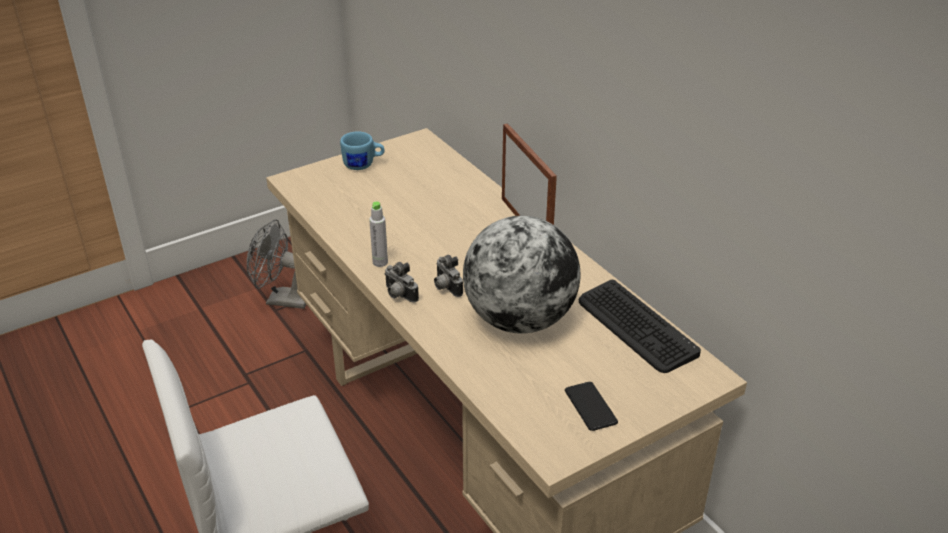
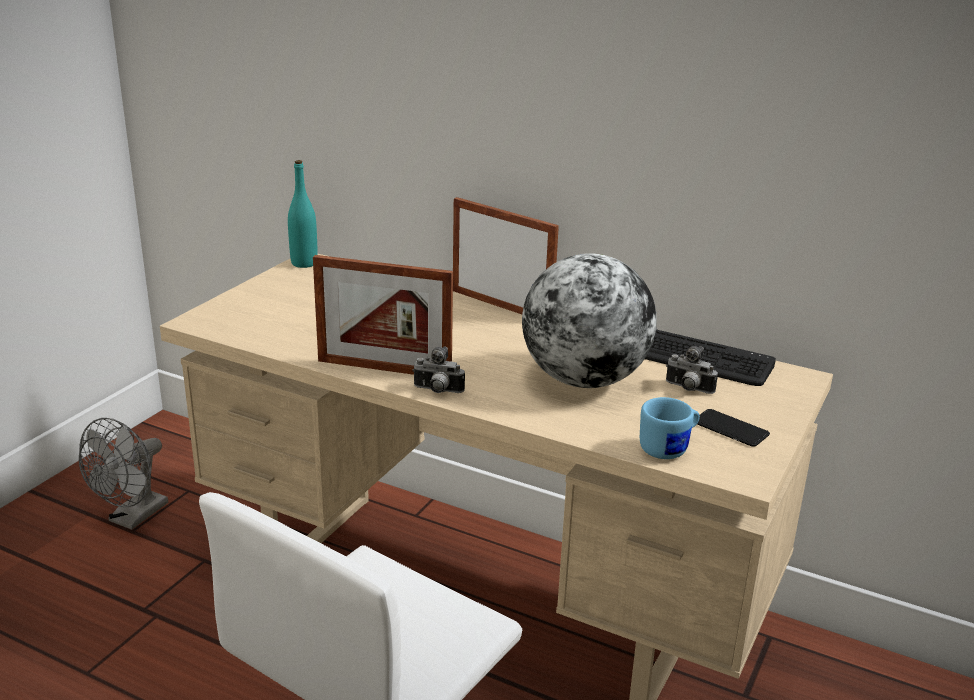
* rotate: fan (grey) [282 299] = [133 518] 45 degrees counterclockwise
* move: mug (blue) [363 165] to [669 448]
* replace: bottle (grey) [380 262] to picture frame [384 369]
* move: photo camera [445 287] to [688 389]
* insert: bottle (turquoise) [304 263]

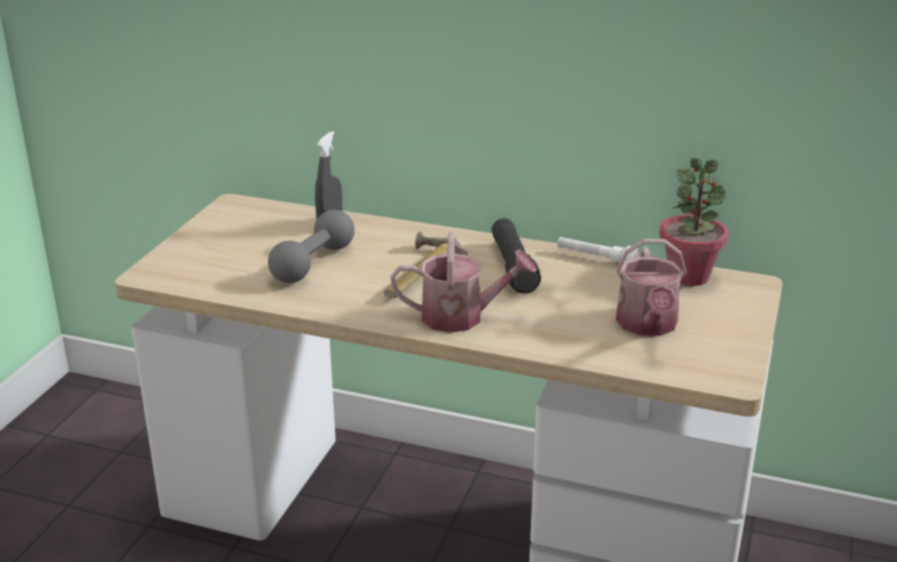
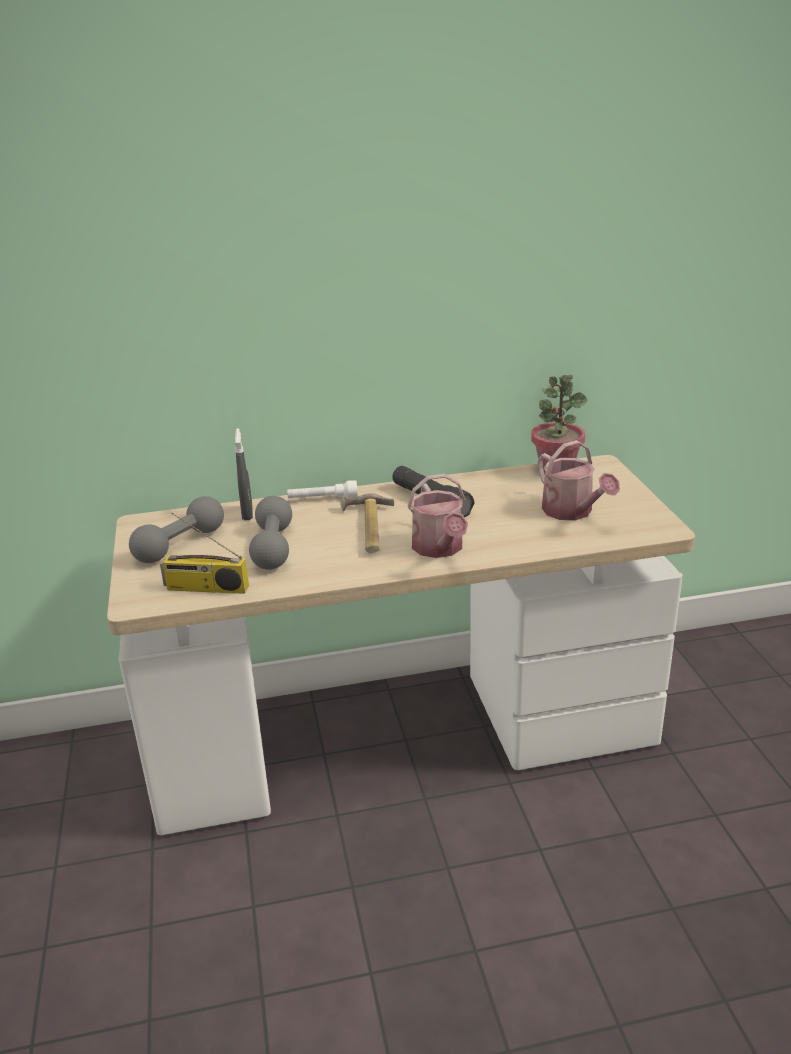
* rotate: watering can [461 316] = [439 549] 105 degrees clockwise
* move: flashlight (white) [596 258] to [322 499]
* insert: dumbbell (grey) [180 545]
* insert: radio [205 588]

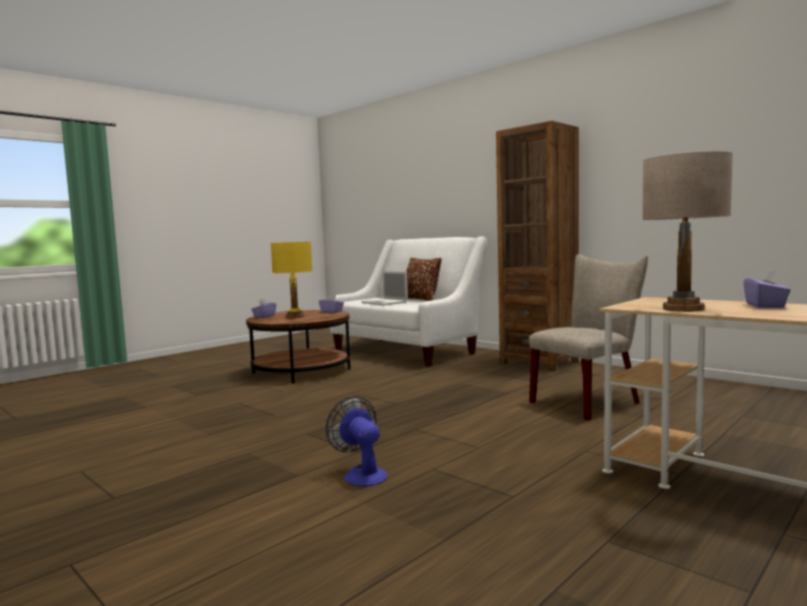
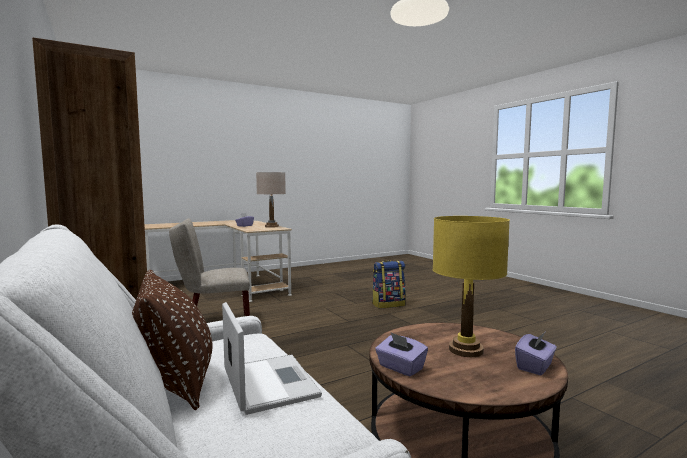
* replace: fan [361 474] to backpack [388 304]

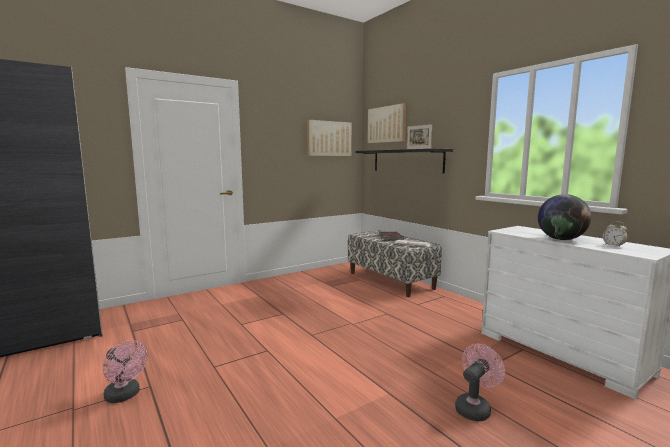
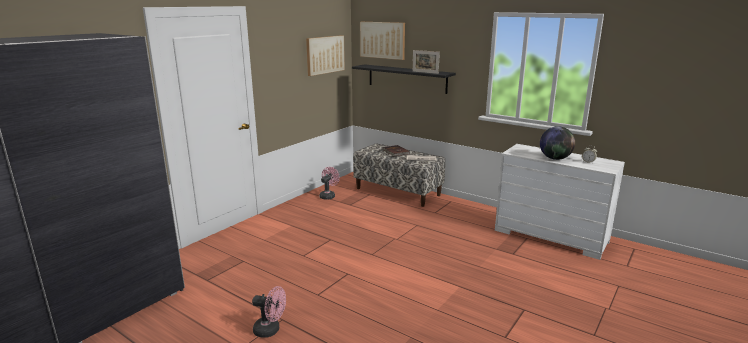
* move: fan (pink) [475 407] to [328 196]

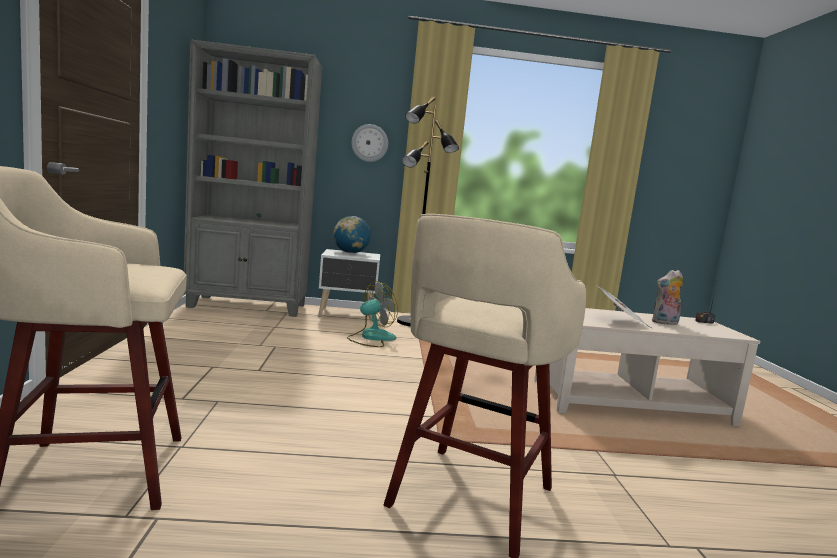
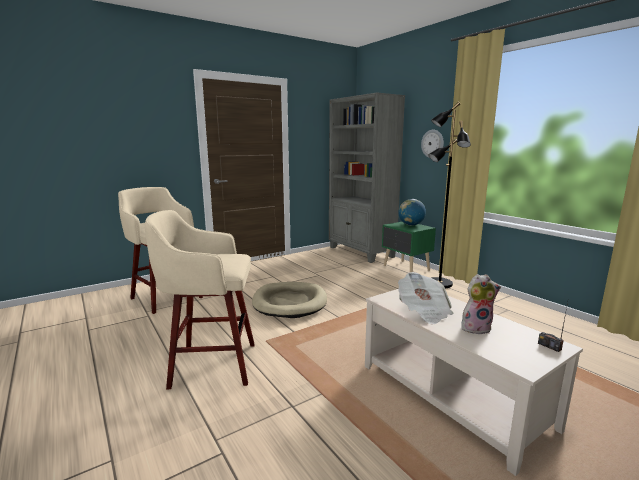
* recolor: nightstand (white) [347 314] to nightstand (green) [406 268]
* delete: fan [371 338]
* rotate: plush toy [665 323] = [476 328] 135 degrees clockwise
* insert: dog bed (beige) [290 302]

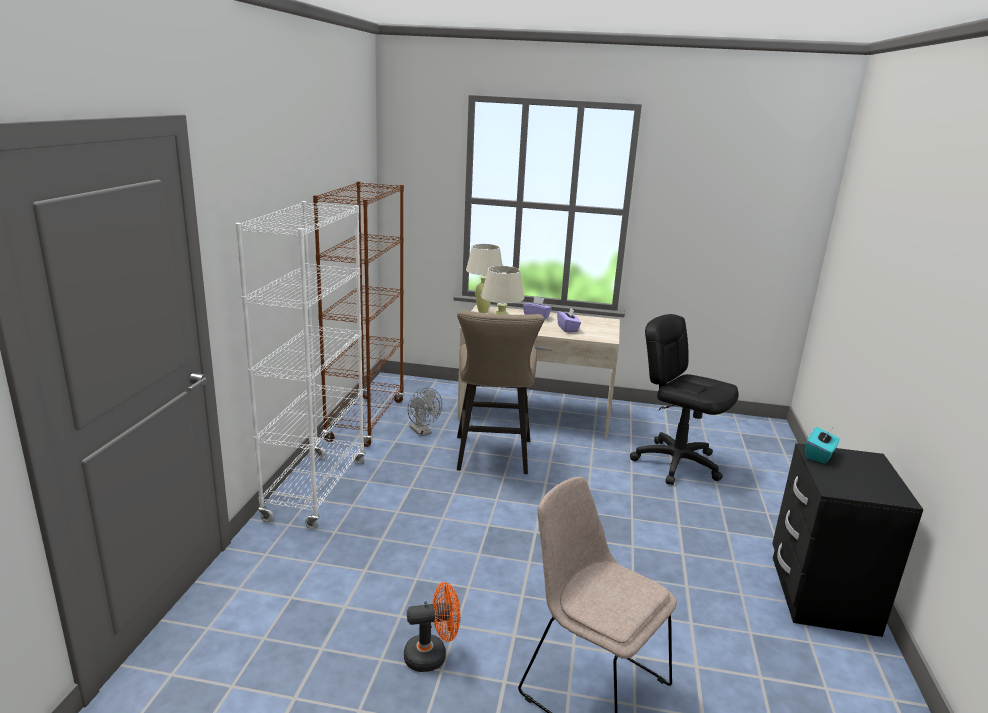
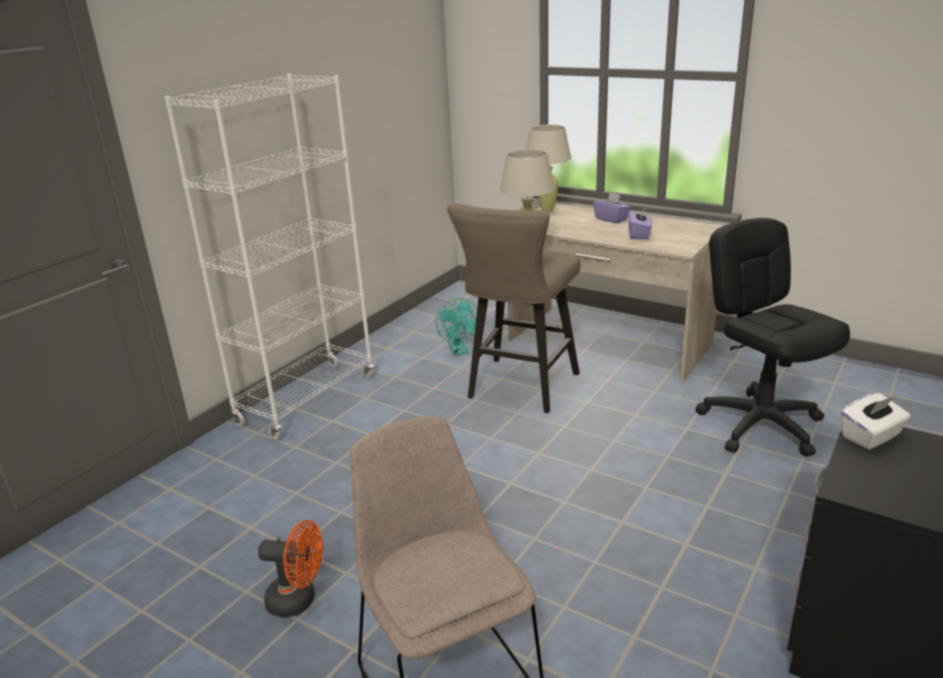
* delete: bookcase (brown) [365 420]
* recolor: fan (grey) [422 432] to fan (turquoise) [459 351]
* recolor: tissue box (turquoise) [819 455] to tissue box (white) [871 437]

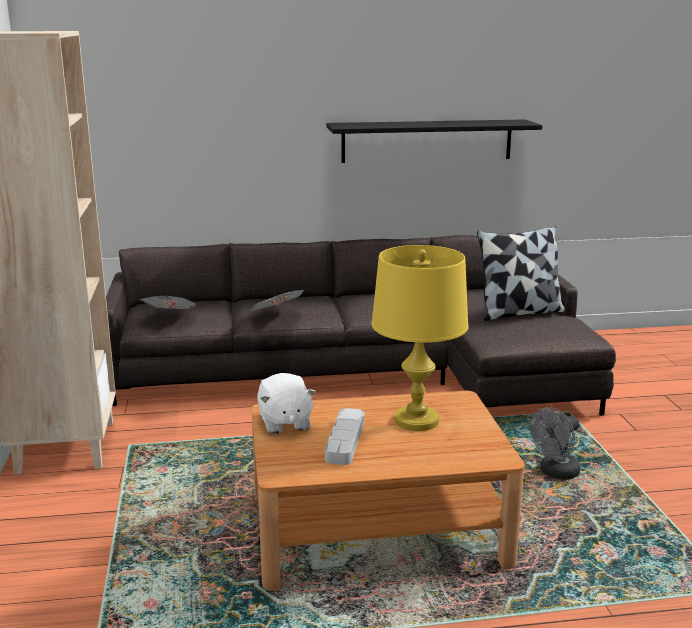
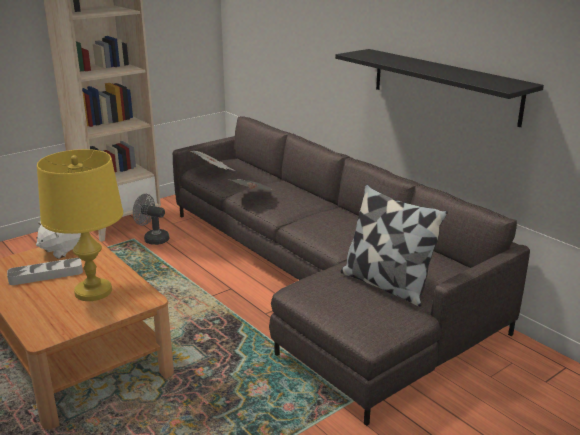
* move: fan (grey) [555 473] to [153 239]

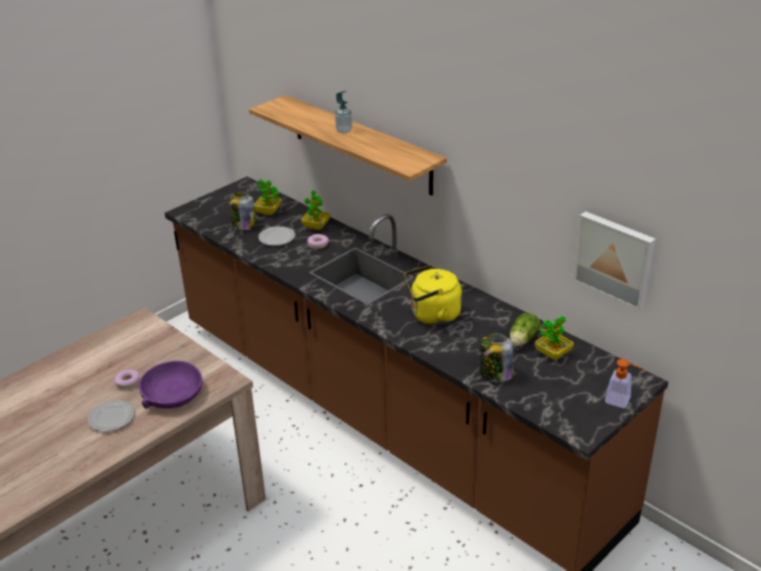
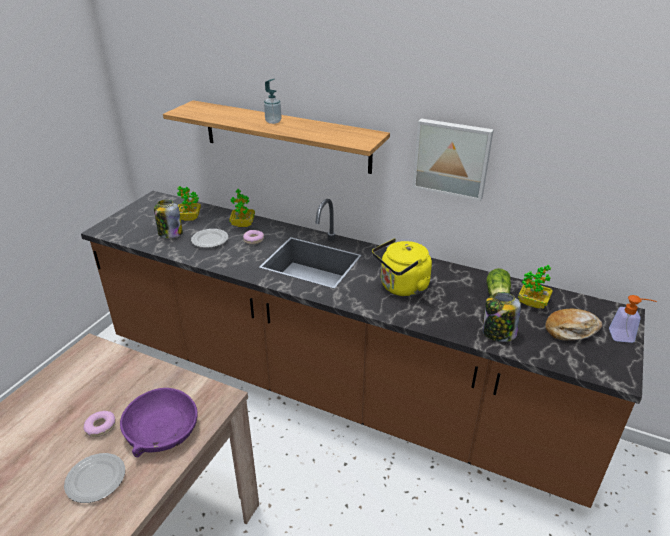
* move: picture [615 258] to [452 158]
* insert: bread [571 330]

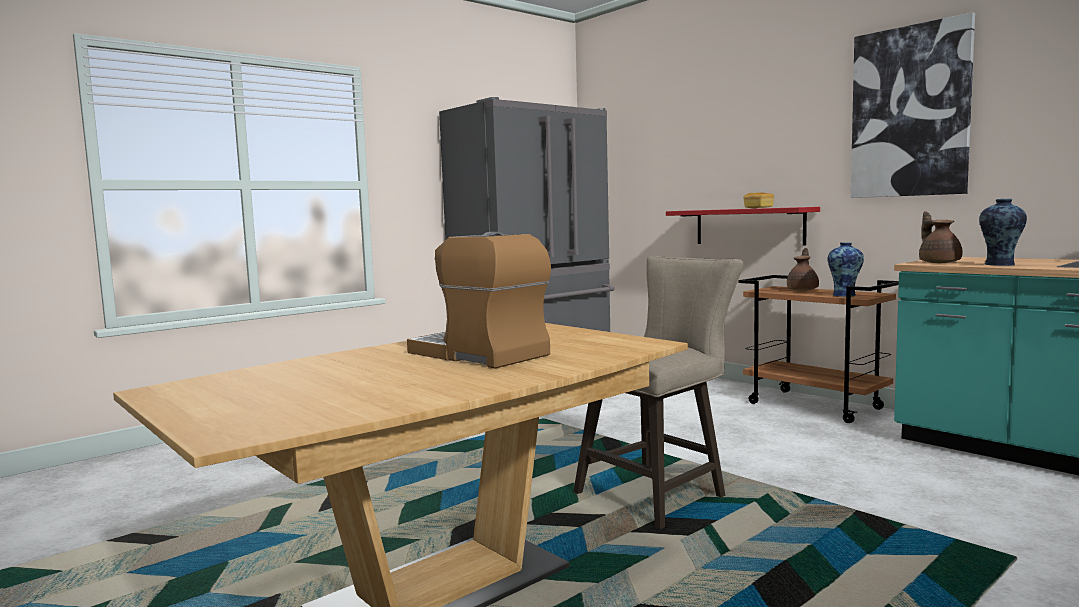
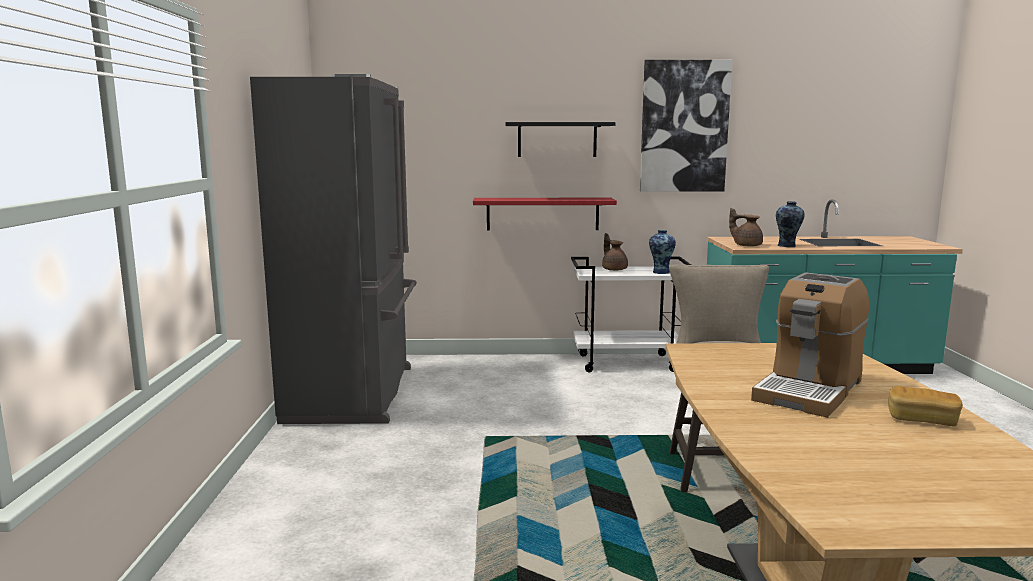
* rotate: coffee machine [480 354] = [809 390] 45 degrees counterclockwise
* recolor: cart (brown) [816 406] to cart (white) [627 363]
* move: bread [758 208] to [922 420]
* insert: shelf (black) [557 139]

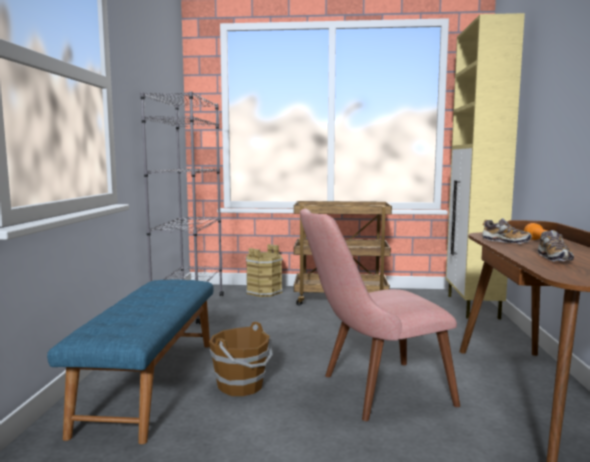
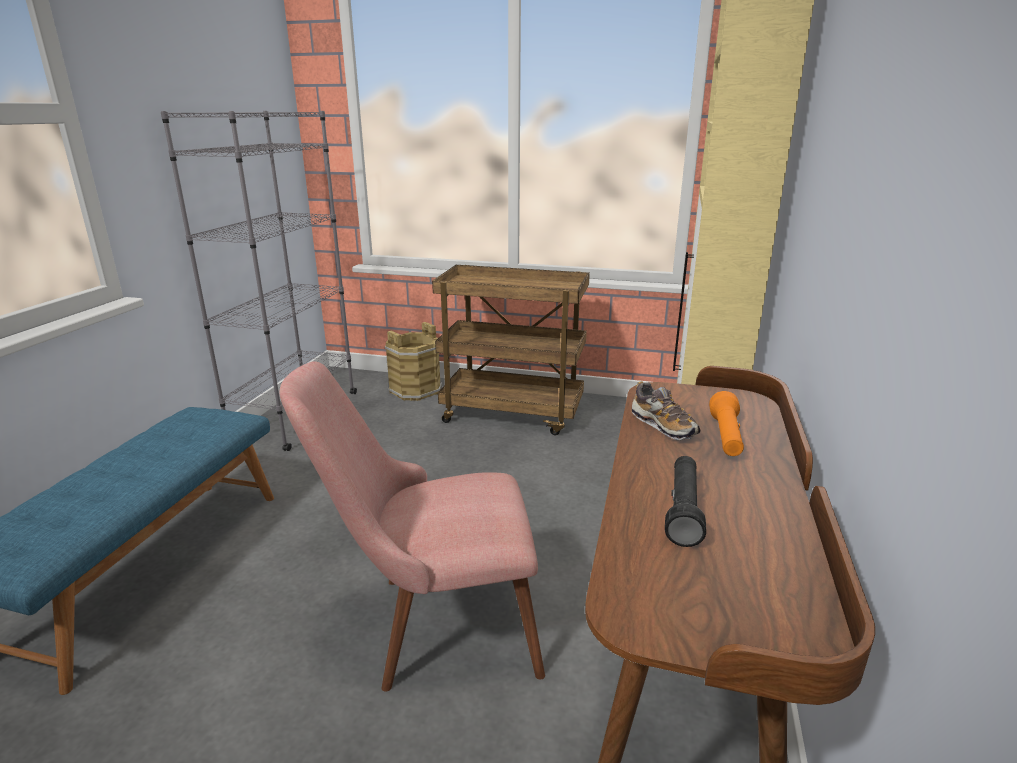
* delete: bucket (brown) [242 386]
* replace: shoe [554 258] to flashlight (black) [683 510]

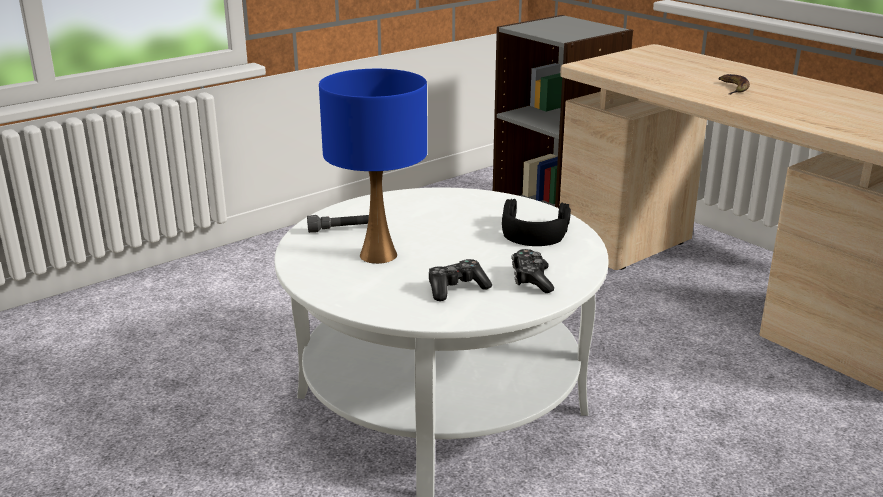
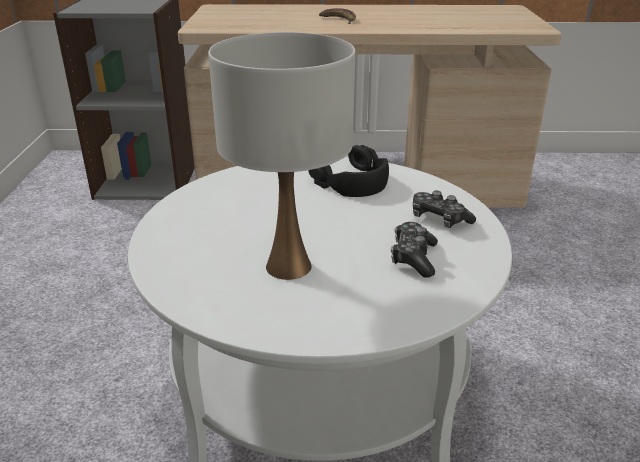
* delete: flashlight (grey) [343 229]
* recolor: table lamp (blue) [378 255] to table lamp (white) [288 267]

